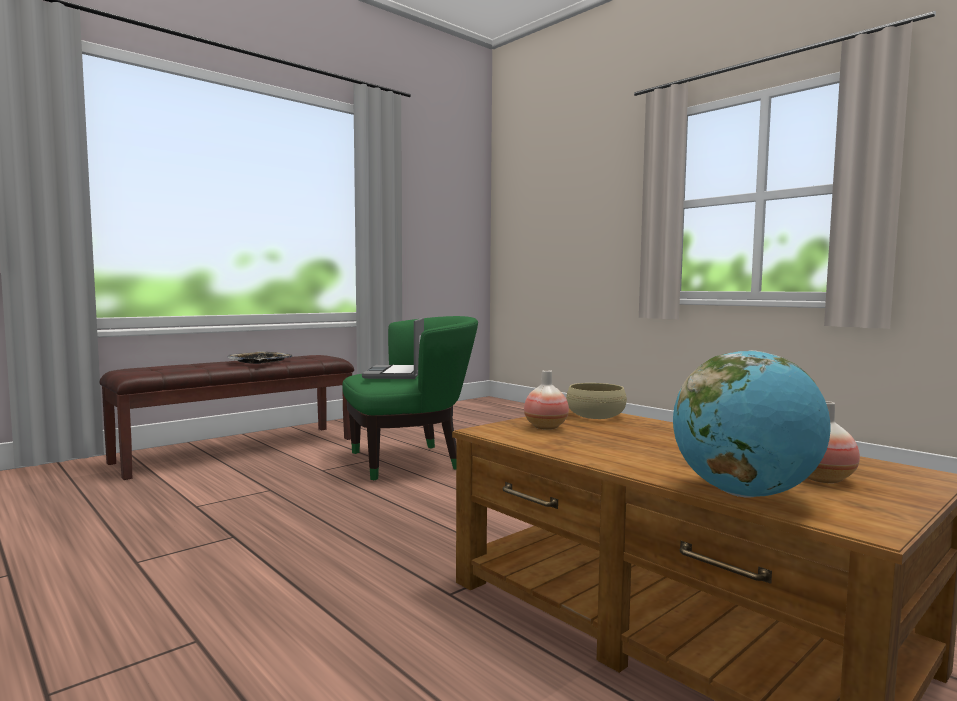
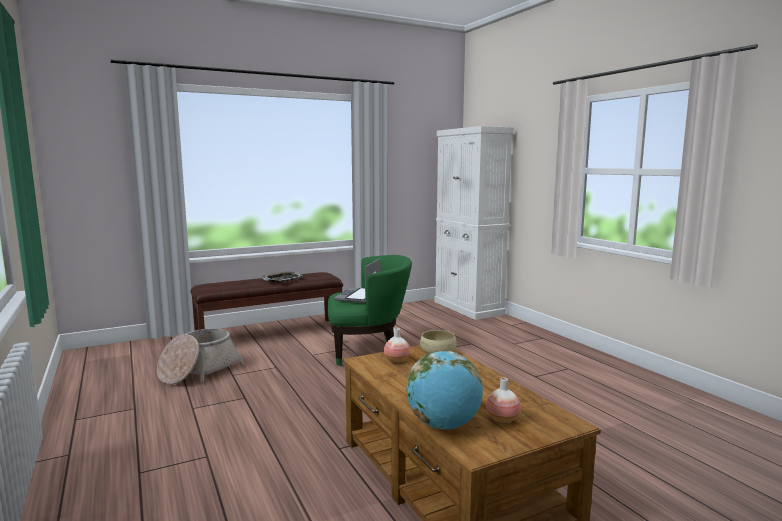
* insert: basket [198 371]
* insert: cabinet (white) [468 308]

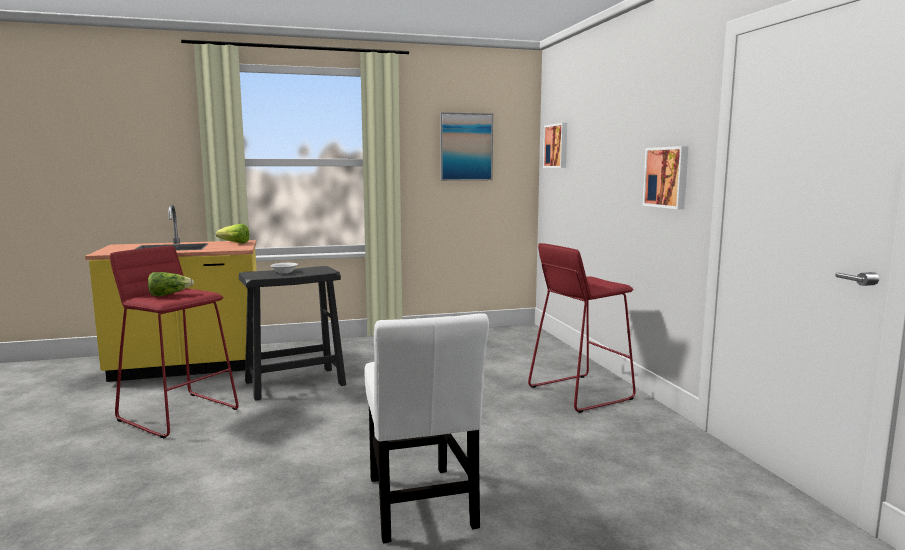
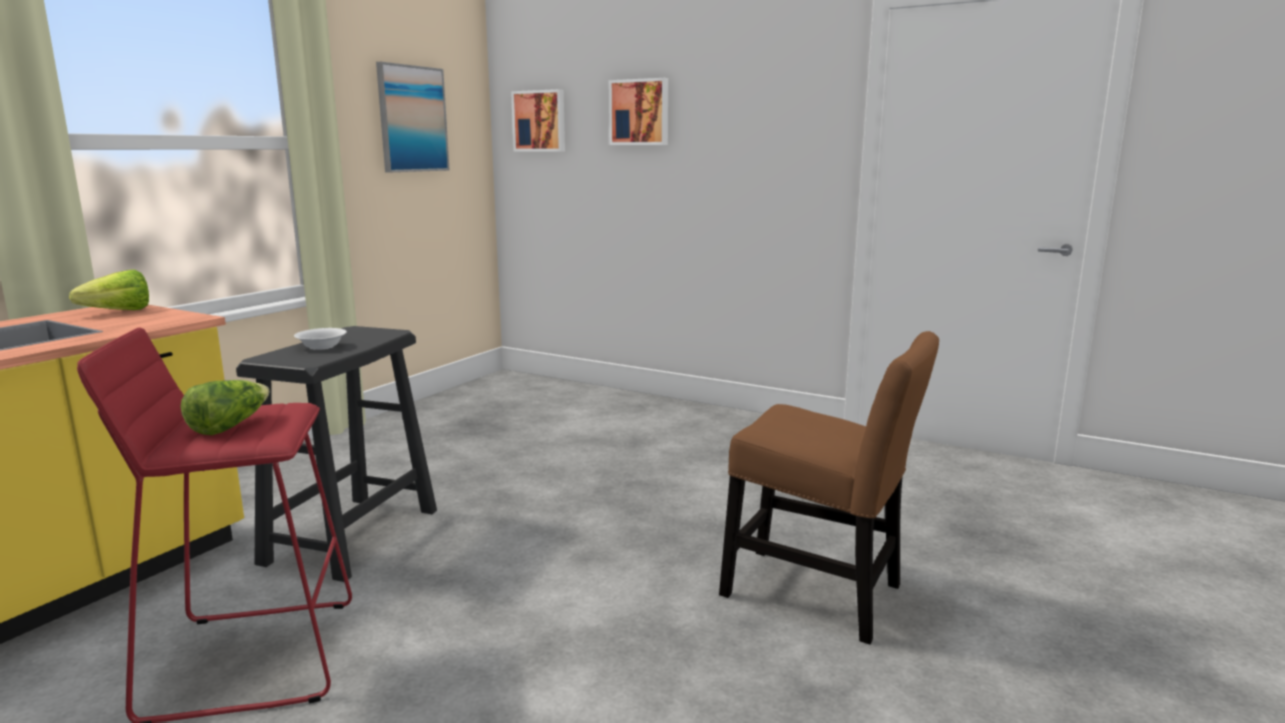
* recolor: chair (white) [421 506] to chair (brown) [820 594]
* delete: stool (red) [579 393]
* move: picture [667 177] to [640 112]

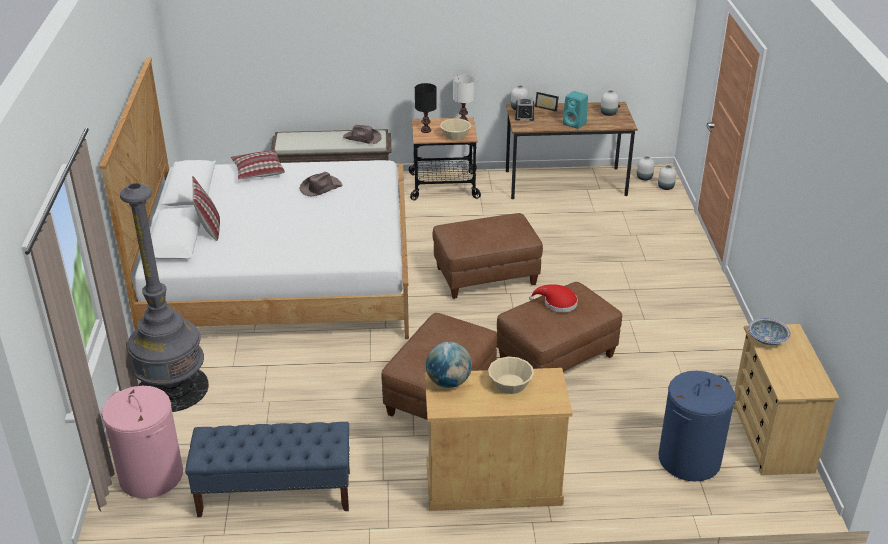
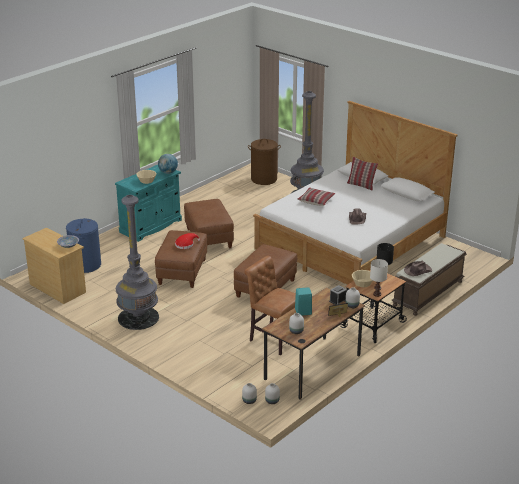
* recolor: laundry basket (pink) [151 476] to laundry basket (brown) [264 179]
* delete: bench (blue) [274 493]
* move: pillow [258 171] to [316 200]
* recolor: cabinet (beige) [493 484] to cabinet (turquoise) [151 226]
* insert: floor lamp (grey) [138 318]
* insert: chair (brown) [273 339]

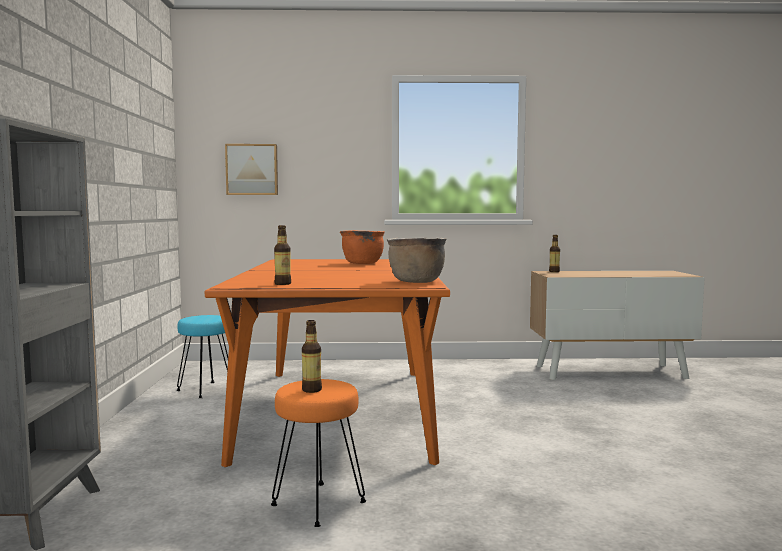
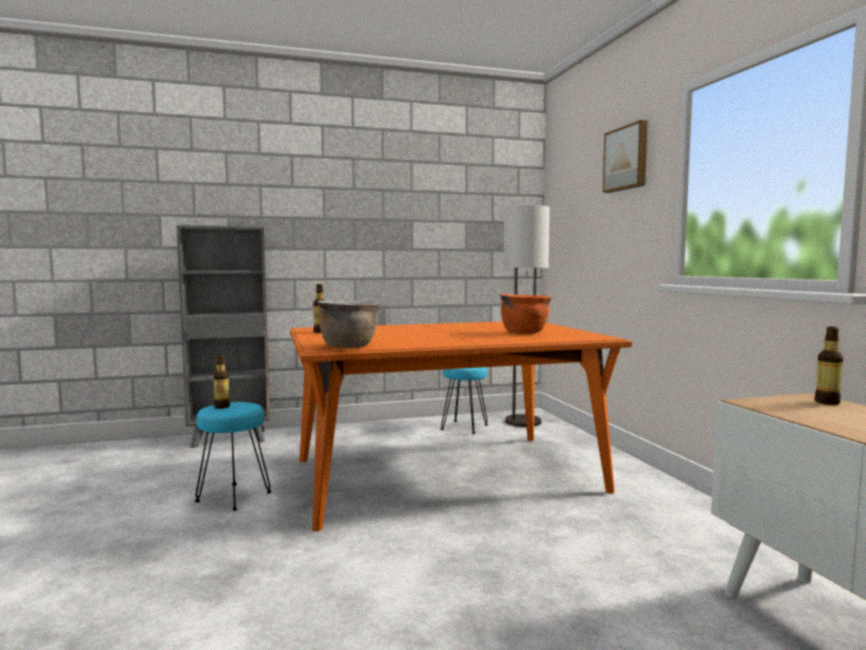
* move: picture [252 169] to [627 158]
* recolor: stool (orange) [317 504] to stool (turquoise) [233 497]
* insert: floor lamp [523 422]

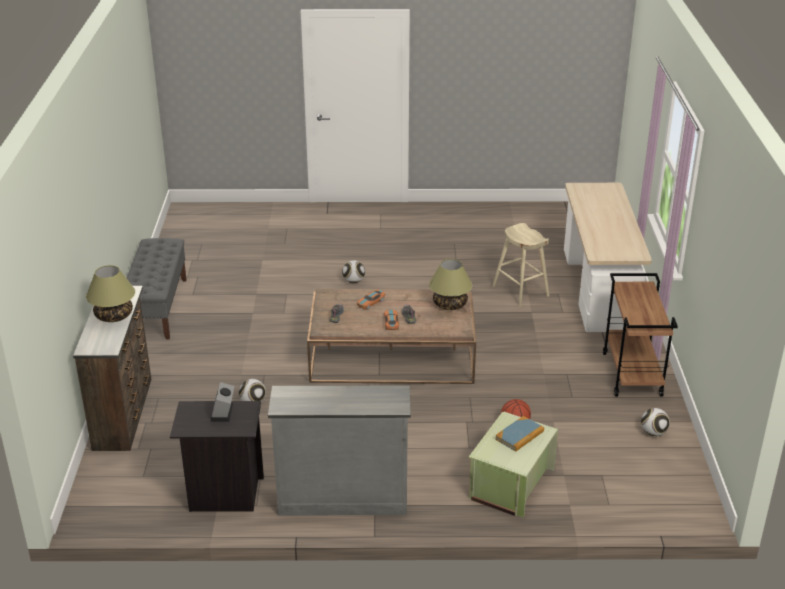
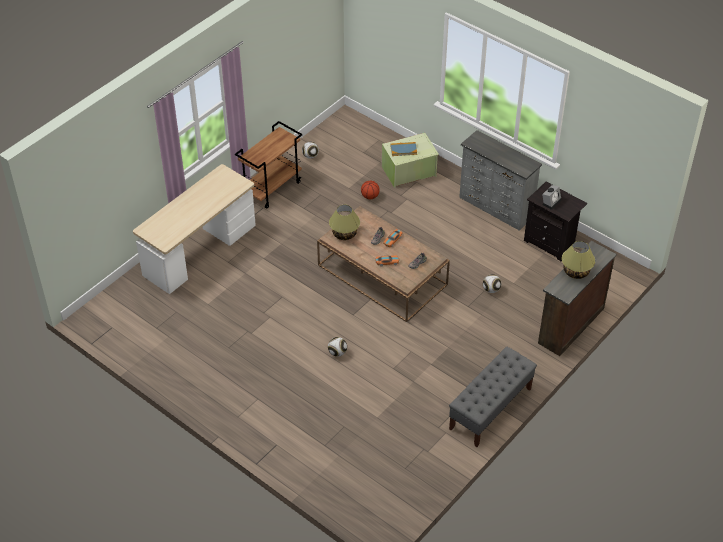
* delete: stool (beige) [520 291]

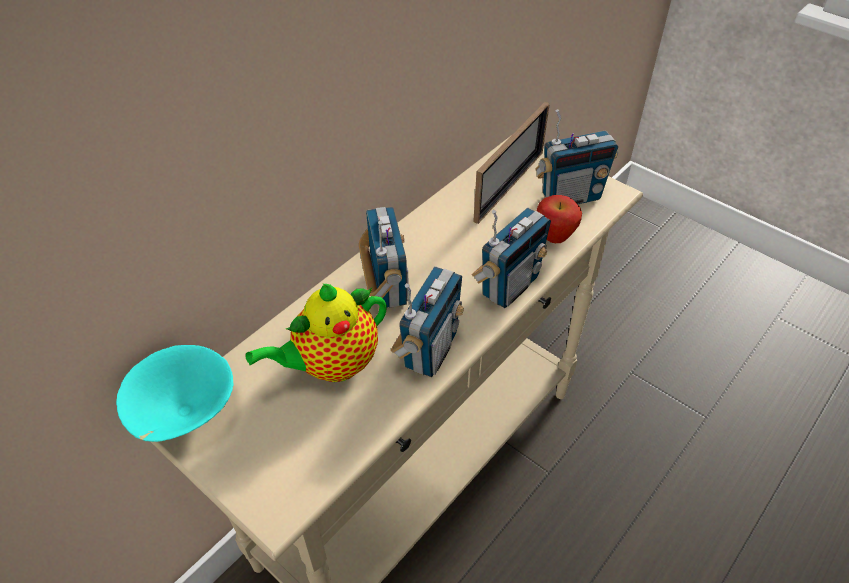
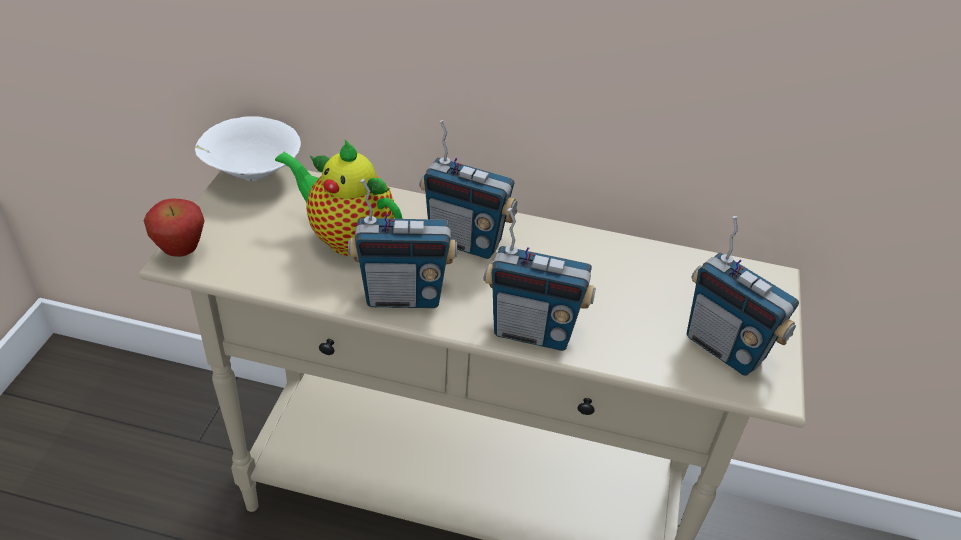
* recolor: bowl (turquoise) [183 414] to bowl (white) [251 174]
* rotate: radio [387 287] = [465 241] 60 degrees clockwise
* delete: picture frame [509 185]
* move: apple [554 238] to [181 252]

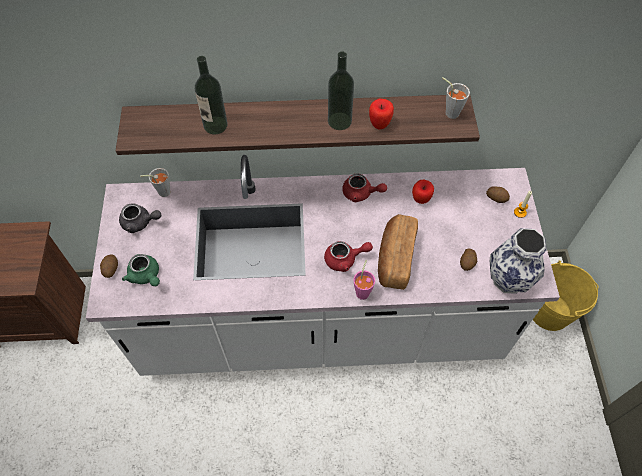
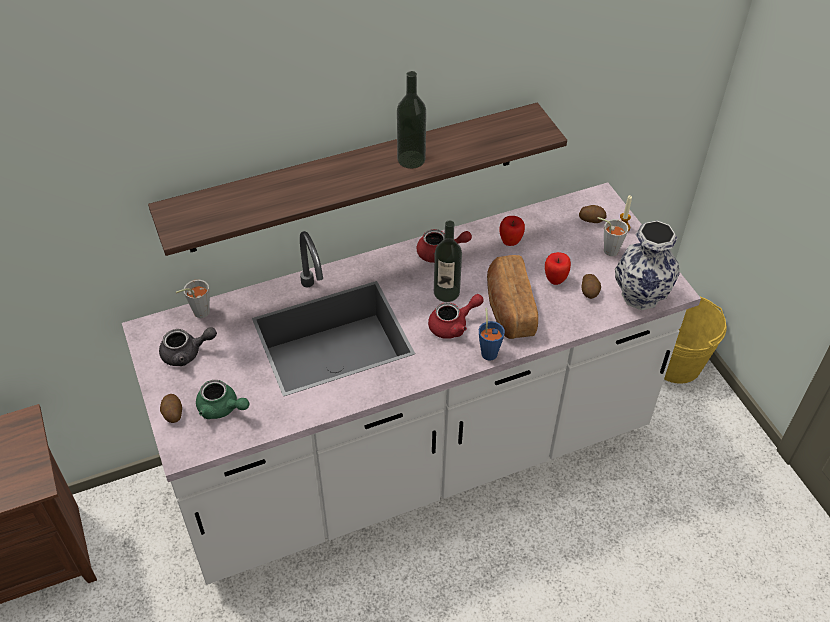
* move: bottle [215 125] to [446 292]
* recolor: cup (pink) [363 290] to cup (blue) [489 350]
* move: apple [379 124] to [555 279]
* move: cup (grey) [449 111] to [607 249]

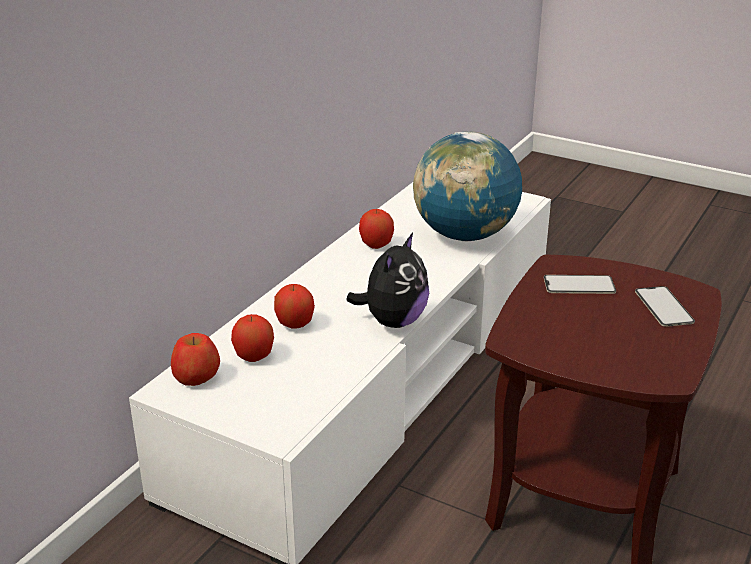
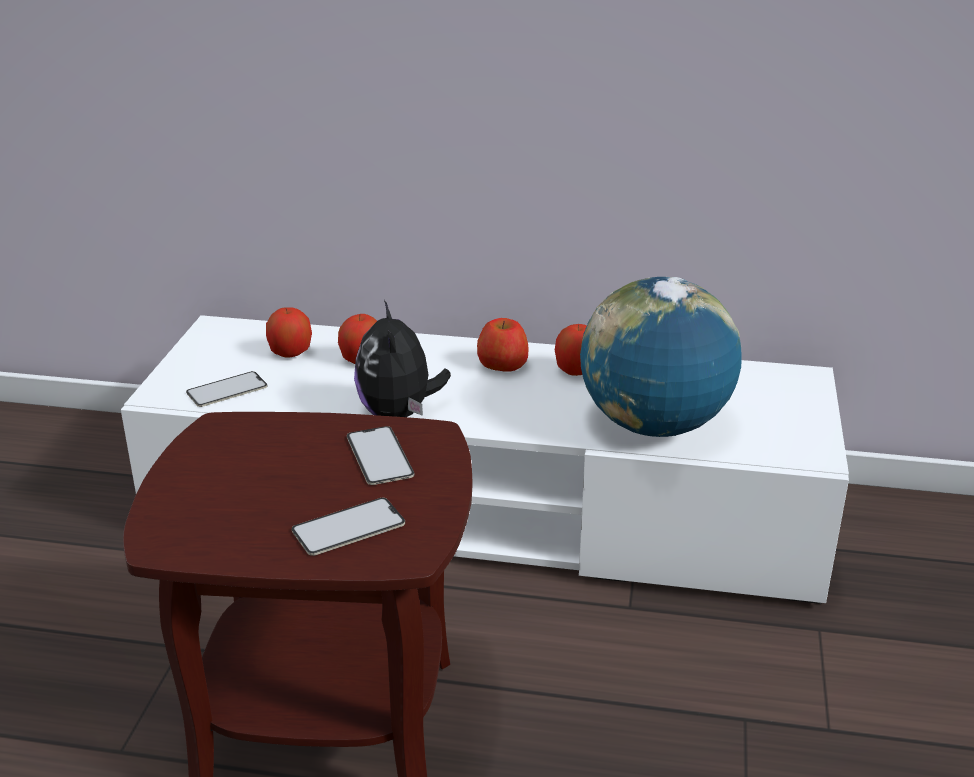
* move: apple [196 377] to [502 365]
* rotate: plush toy [393 321] = [399 414] 75 degrees clockwise
* insert: phone [227 390]

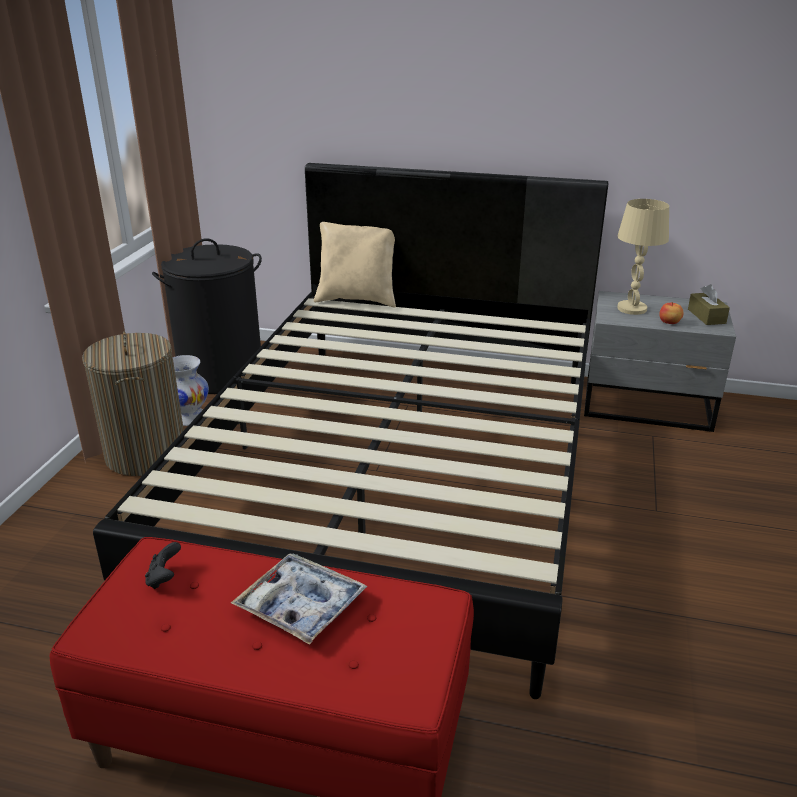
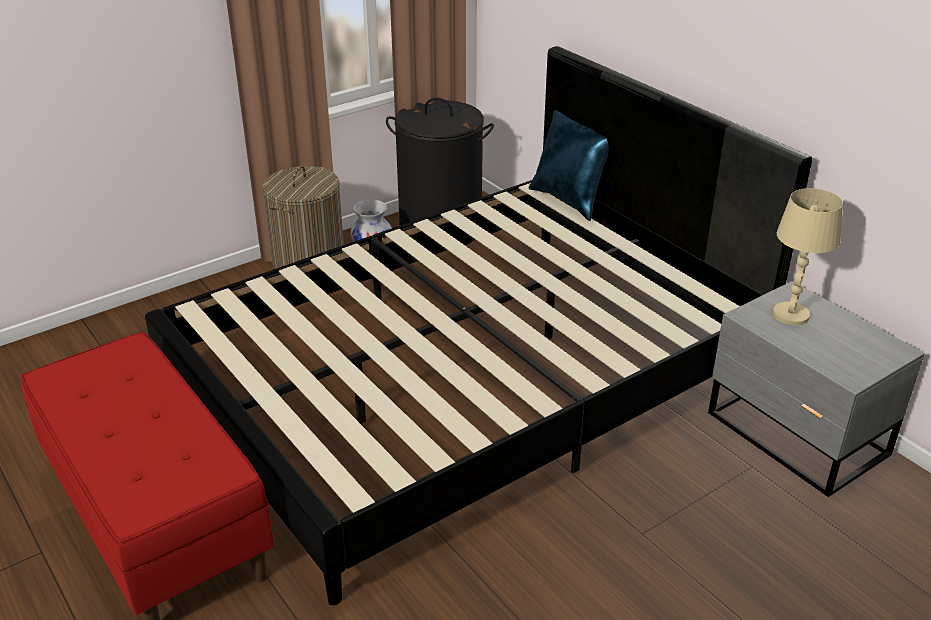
* delete: game controller (black) [164 578]
* delete: tray [301 605]
* recolor: pillow (beige) [358 300] to pillow (blue) [570 200]
* delete: apple [669 322]
* delete: tissue box (brown) [706 316]

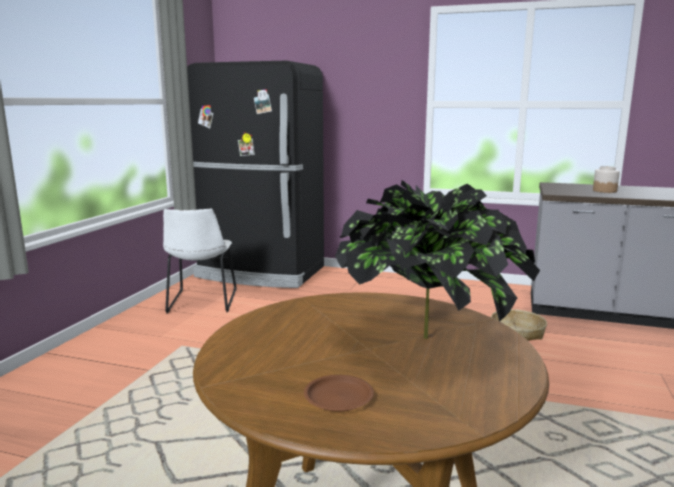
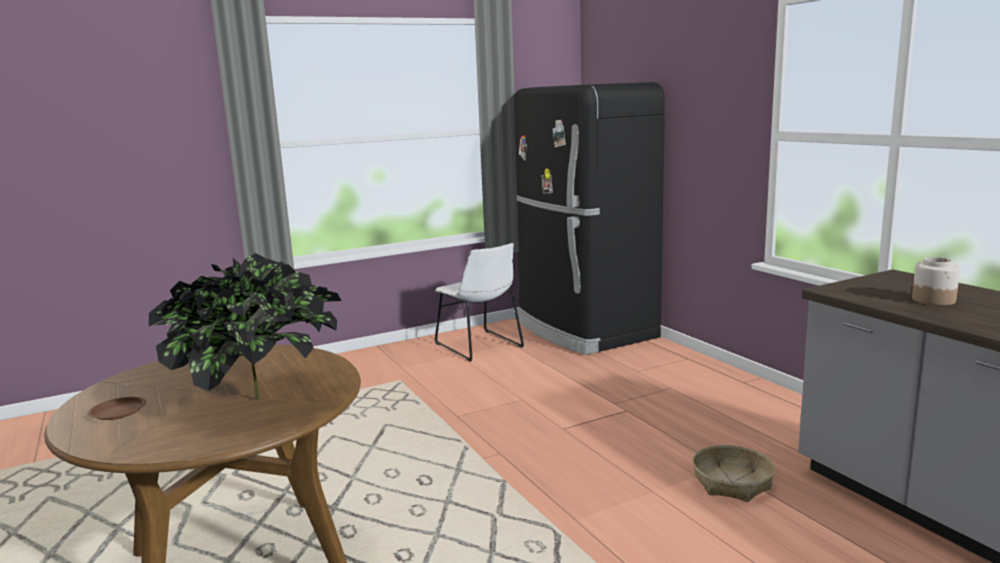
* rotate: chair (white) [202 302] = [480 346] 75 degrees counterclockwise

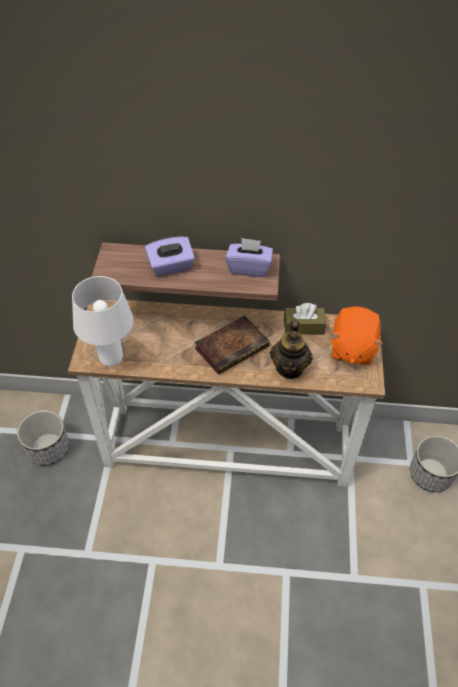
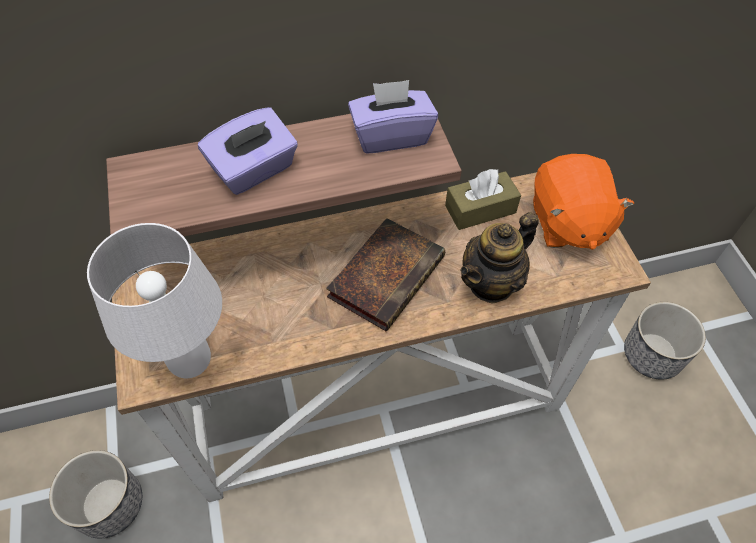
* rotate: teapot [290 367] = [491 283] 60 degrees clockwise

